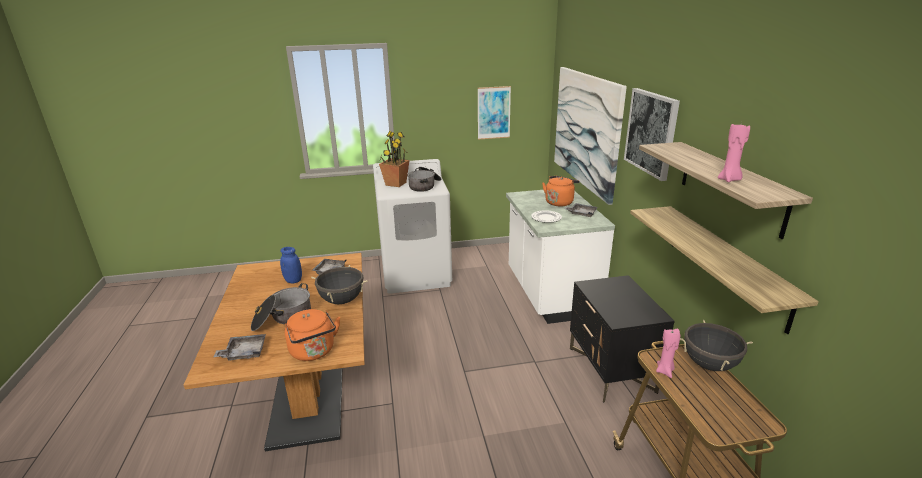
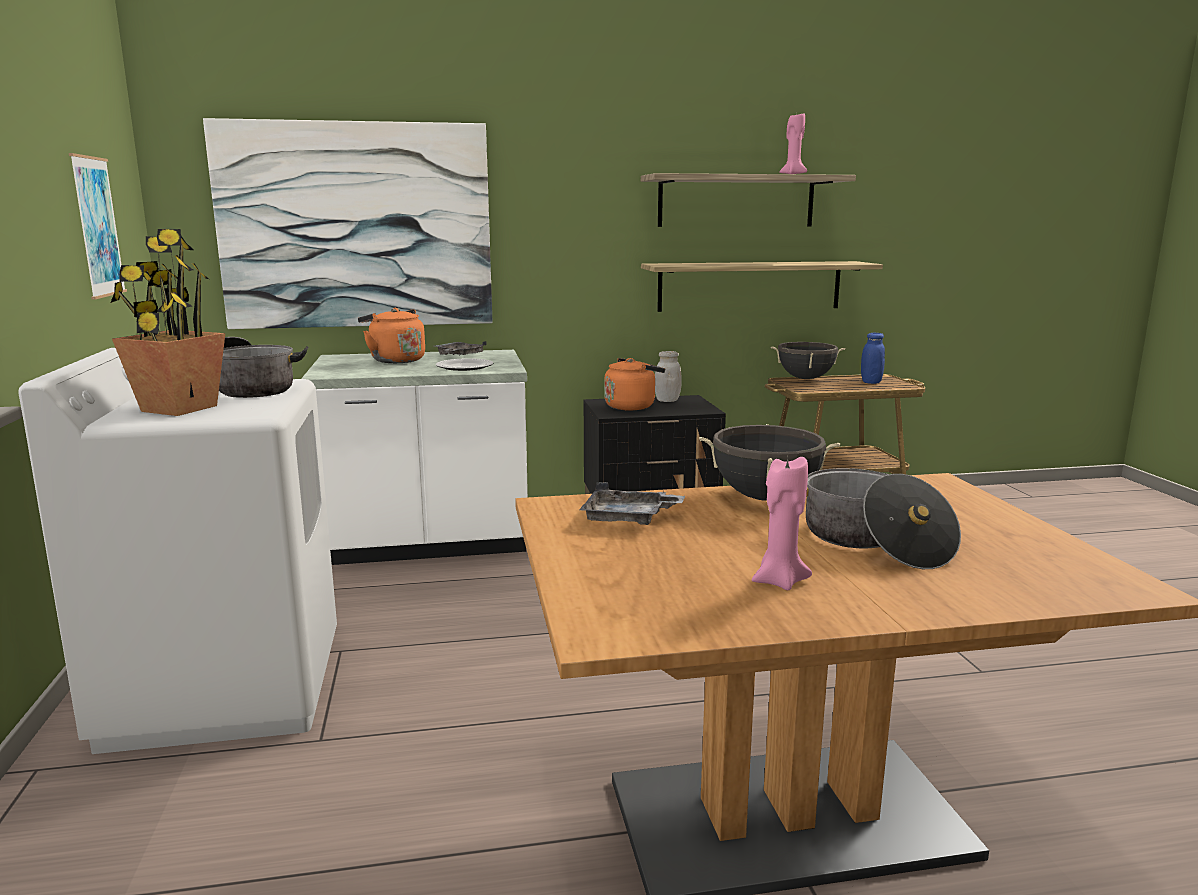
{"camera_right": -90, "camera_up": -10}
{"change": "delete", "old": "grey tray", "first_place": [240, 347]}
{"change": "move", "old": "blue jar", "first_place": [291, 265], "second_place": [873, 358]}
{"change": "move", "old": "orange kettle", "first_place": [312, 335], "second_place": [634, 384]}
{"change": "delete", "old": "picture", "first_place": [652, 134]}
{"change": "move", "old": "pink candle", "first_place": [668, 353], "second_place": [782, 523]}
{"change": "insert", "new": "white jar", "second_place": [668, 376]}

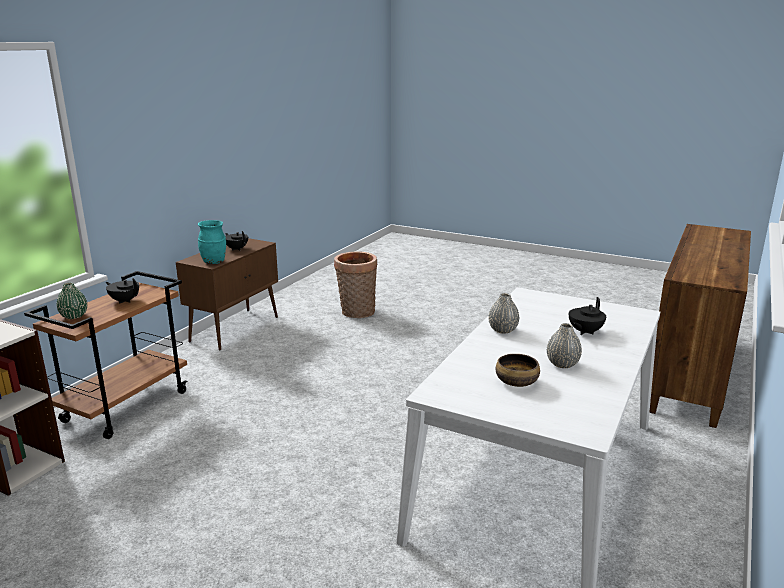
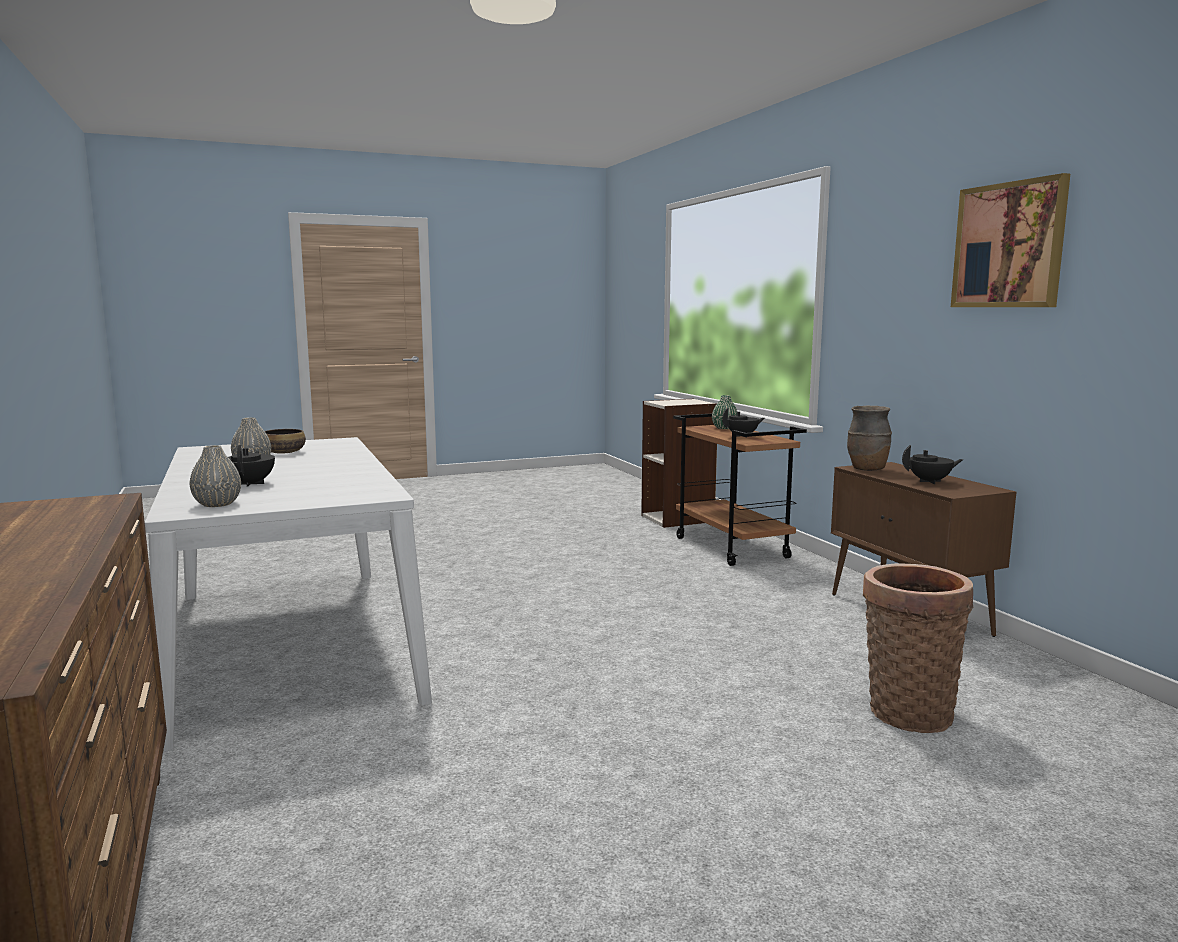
{"camera_right": 130, "camera_up": -10}
{"change": "recolor", "old": "turquoise vase", "new": "brown vase", "first_place": [212, 242], "second_place": [869, 438]}
{"change": "move", "old": "grey vase", "first_place": [503, 313], "second_place": [215, 476]}
{"change": "insert", "new": "picture", "second_place": [1010, 240]}

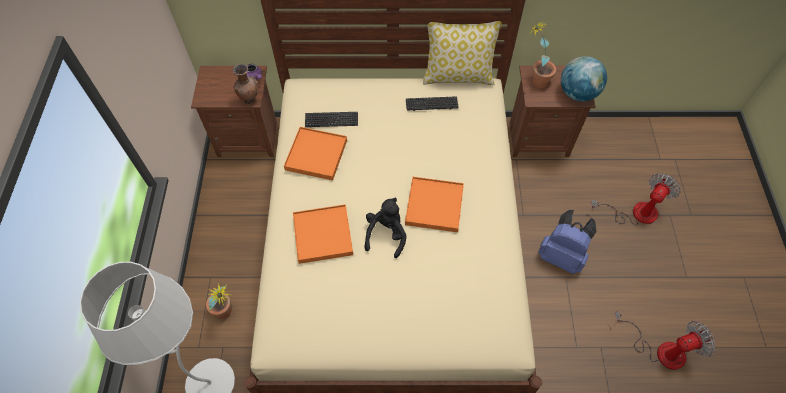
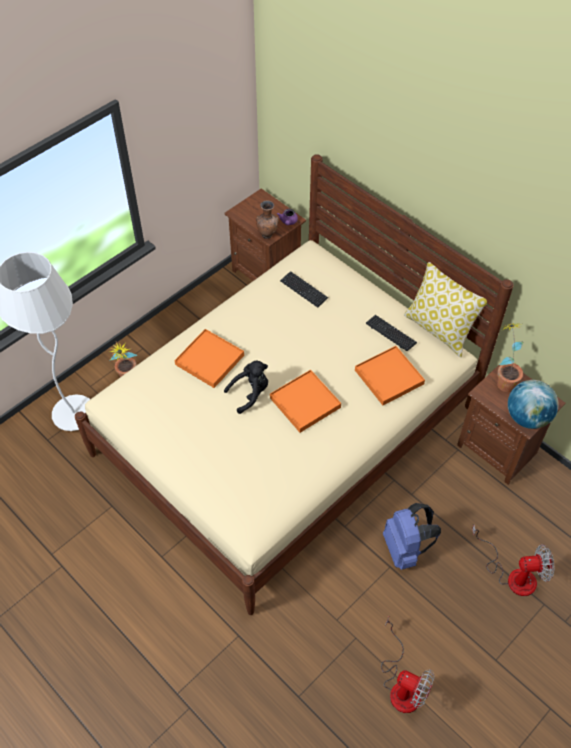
{"camera_right": 45, "camera_up": -5}
{"change": "move", "old": "orange tray", "first_place": [315, 153], "second_place": [390, 375]}

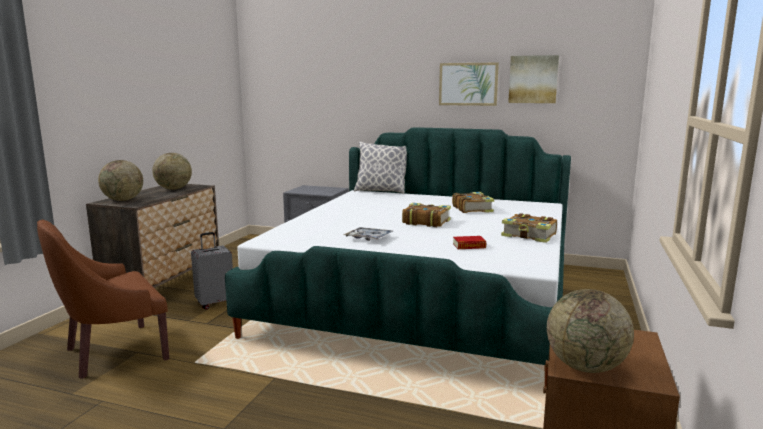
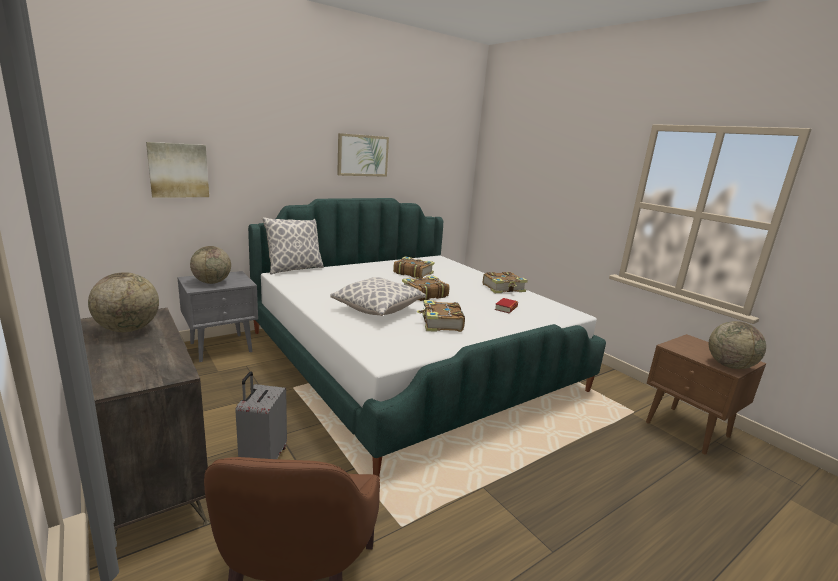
{"camera_right": -55, "camera_up": 5}
{"change": "move", "old": "globe", "first_place": [120, 180], "second_place": [210, 265]}
{"change": "replace", "old": "tray", "new": "book", "first_place": [368, 234], "second_place": [441, 316]}
{"change": "move", "old": "picture", "first_place": [533, 79], "second_place": [177, 170]}
{"change": "insert", "new": "pillow", "second_place": [378, 296]}

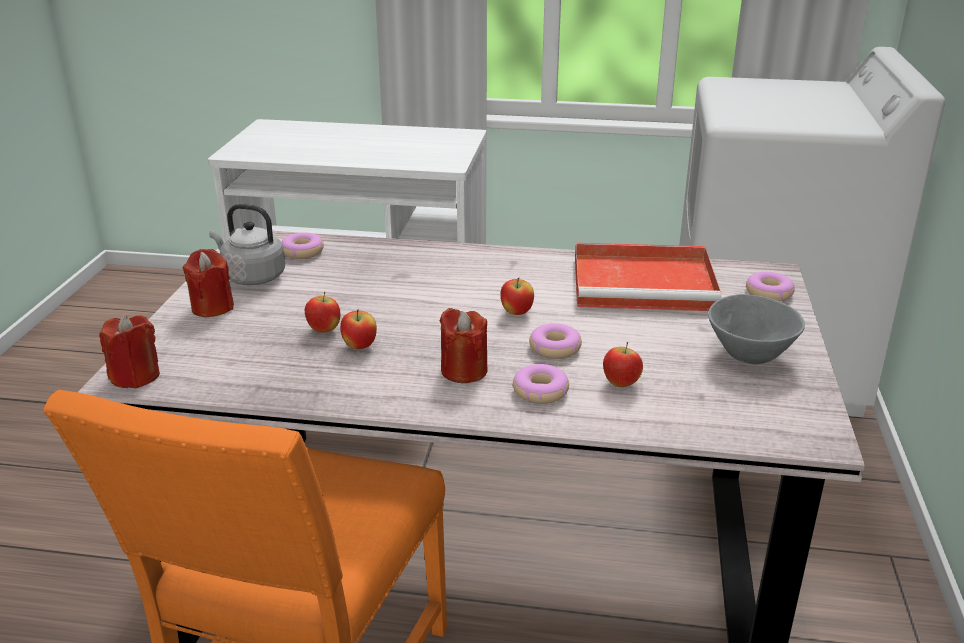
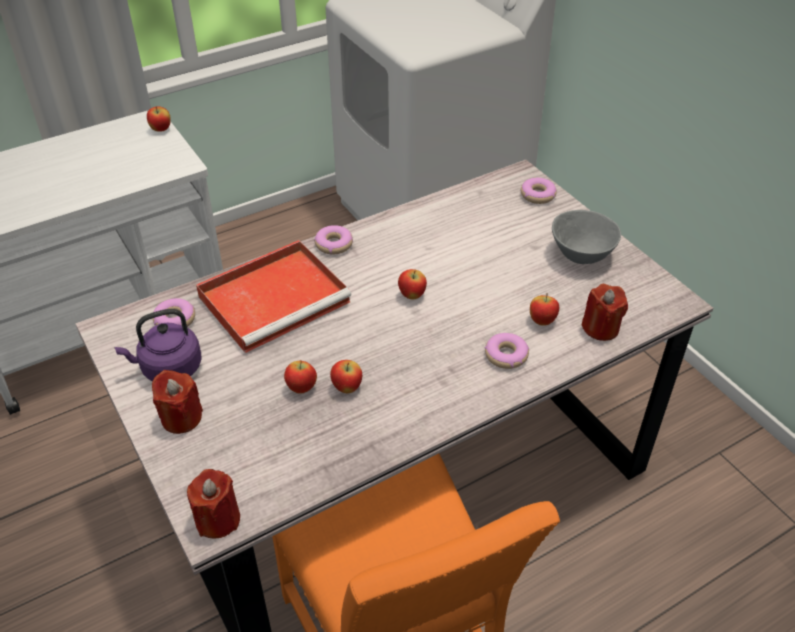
{"camera_right": -40, "camera_up": 15}
{"change": "recolor", "old": "grey kettle", "new": "purple kettle", "first_place": [247, 244], "second_place": [158, 345]}
{"change": "move", "old": "red candle", "first_place": [464, 345], "second_place": [604, 312]}
{"change": "move", "old": "donut", "first_place": [555, 341], "second_place": [333, 239]}
{"change": "move", "old": "red tray", "first_place": [648, 277], "second_place": [274, 296]}
{"change": "insert", "new": "apple", "second_place": [159, 119]}

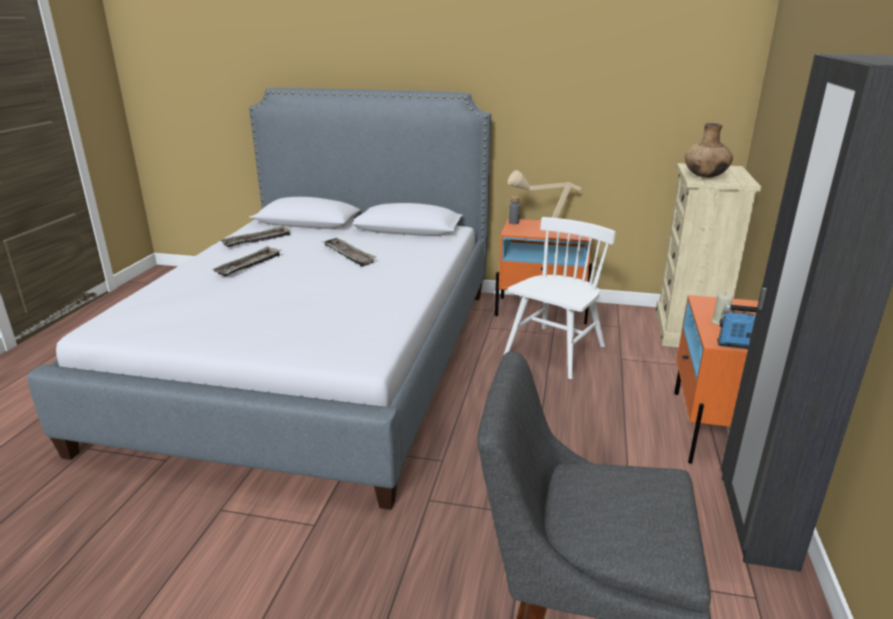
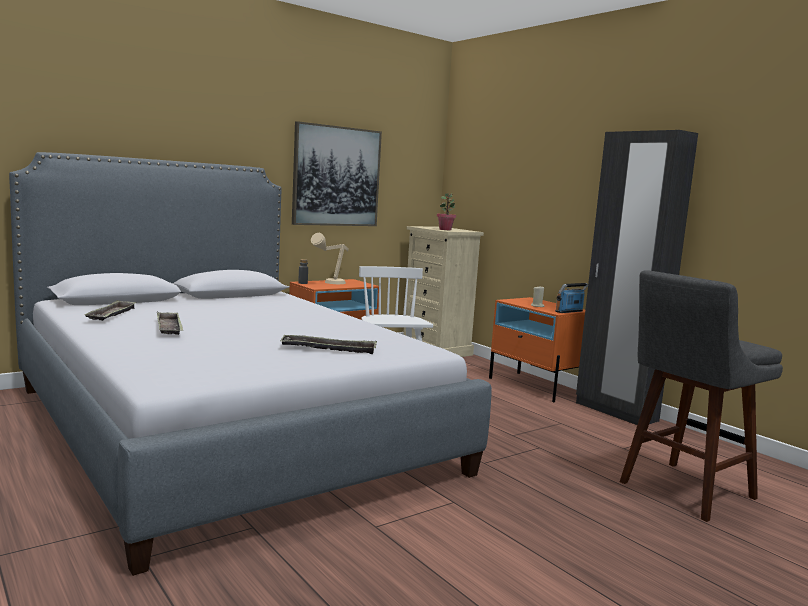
{"camera_right": -50, "camera_up": -15}
{"change": "move", "old": "tray", "first_place": [349, 252], "second_place": [328, 344]}
{"change": "replace", "old": "brown vase", "new": "potted plant", "first_place": [709, 150], "second_place": [446, 211]}
{"change": "insert", "new": "picture", "second_place": [337, 173]}

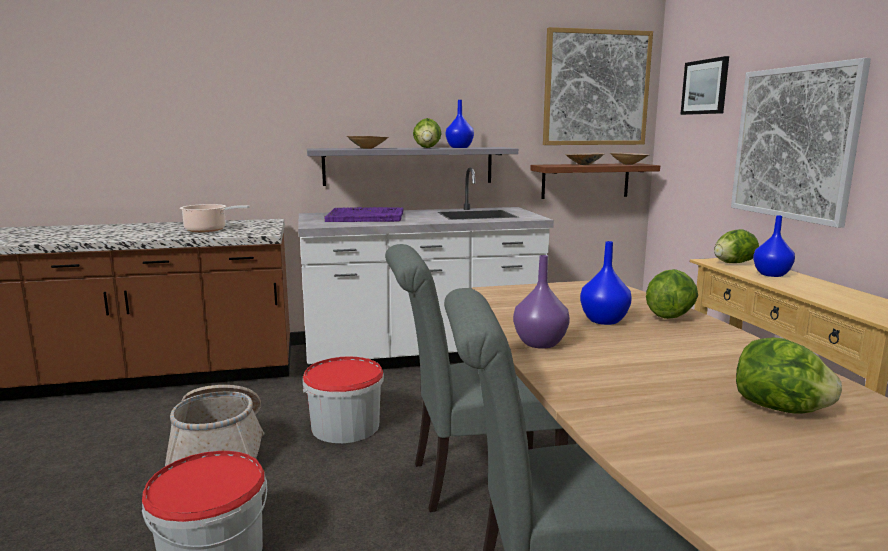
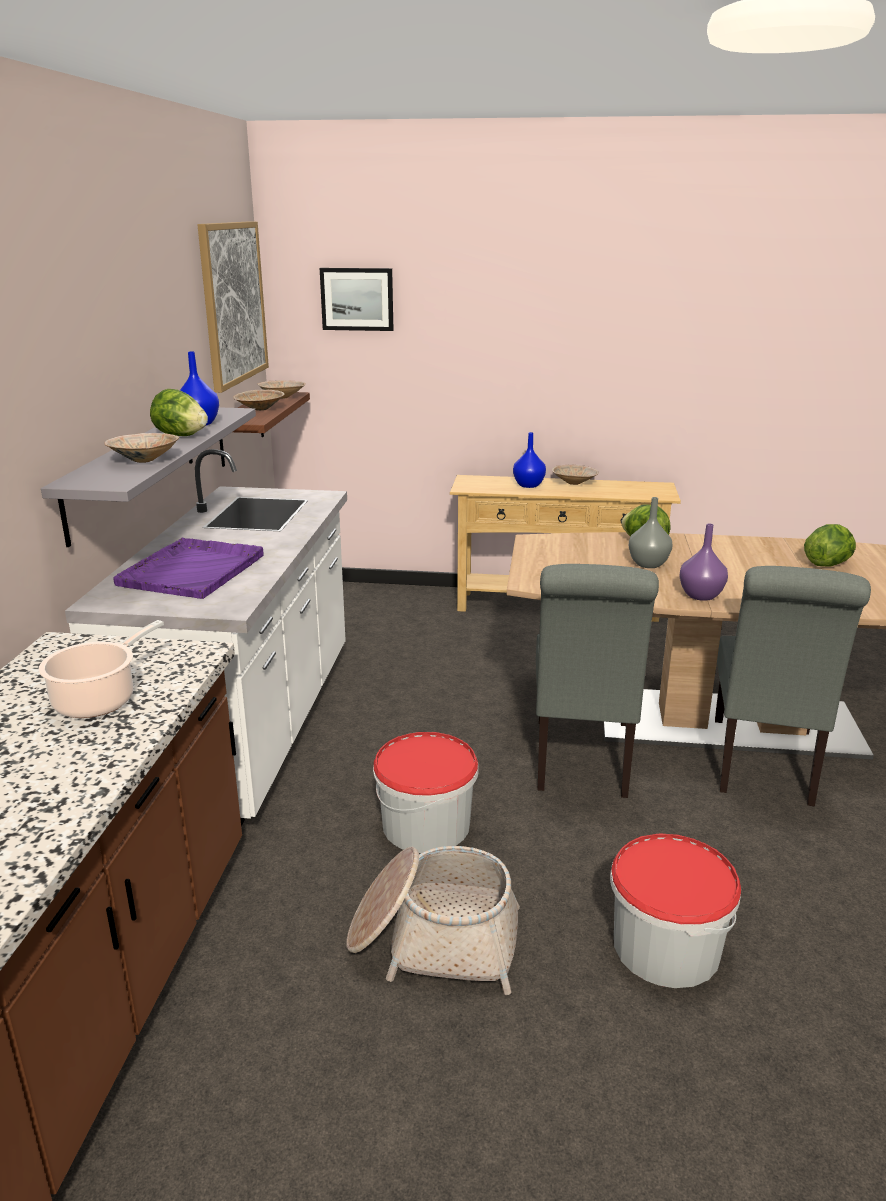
{"camera_right": -70, "camera_up": 10}
{"change": "recolor", "old": "blue vase", "new": "grey vase", "first_place": [606, 283], "second_place": [651, 532]}
{"change": "delete", "old": "lettuce", "first_place": [736, 246]}
{"change": "delete", "old": "picture", "first_place": [801, 143]}
{"change": "insert", "new": "beige bowl", "second_place": [575, 475]}

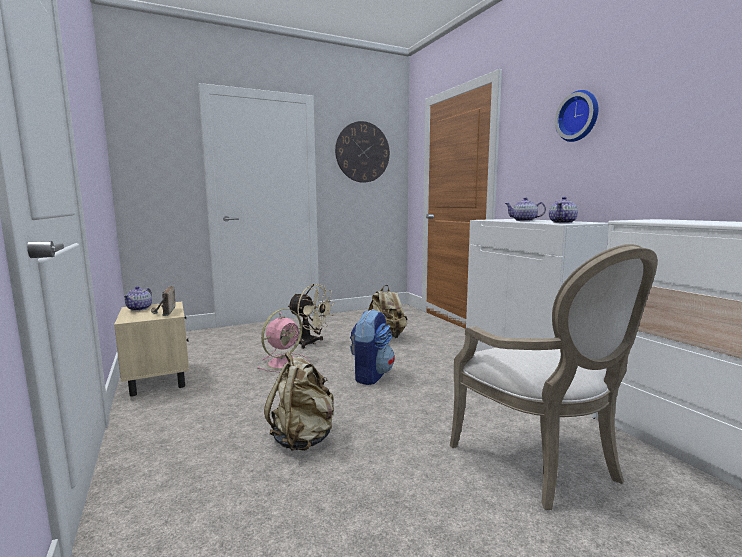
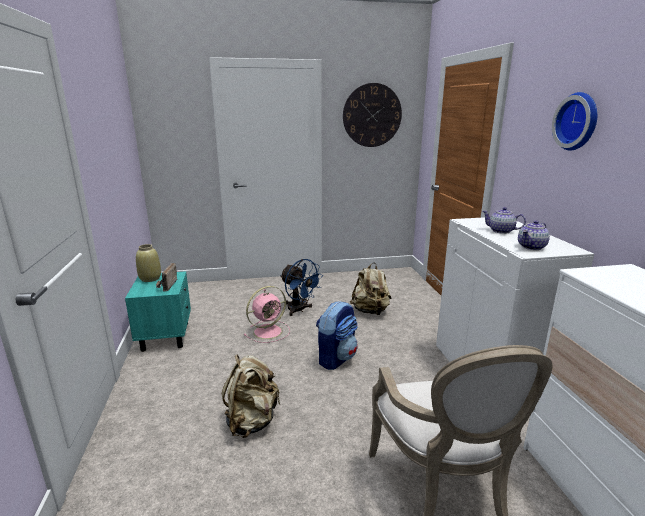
{"camera_right": 15, "camera_up": 10}
{"change": "recolor", "old": "beige nightstand", "new": "turquoise nightstand", "first_place": [151, 349], "second_place": [158, 311]}
{"change": "replace", "old": "teapot", "new": "beige vase", "first_place": [137, 298], "second_place": [148, 263]}
{"change": "recolor", "old": "beige fan", "new": "blue fan", "first_place": [311, 316], "second_place": [301, 287]}

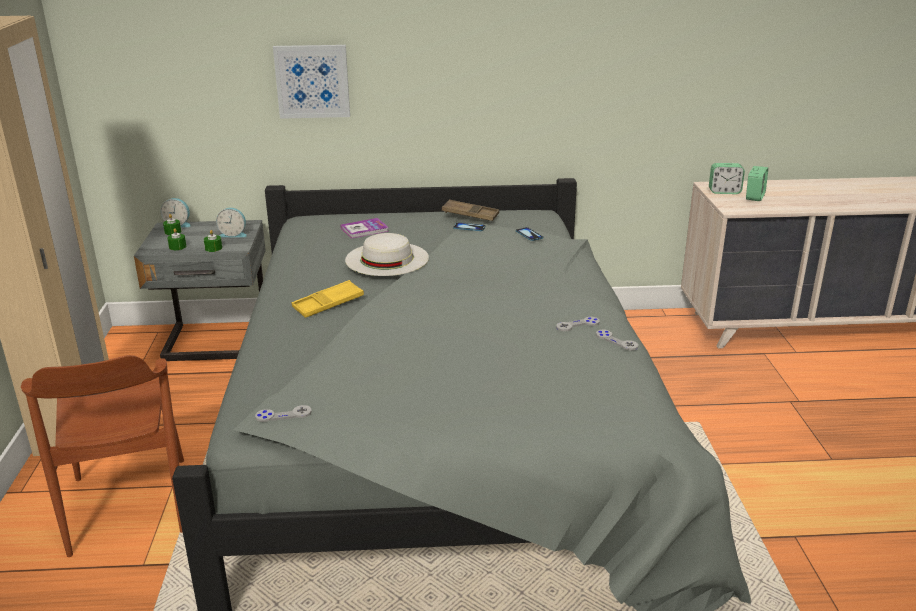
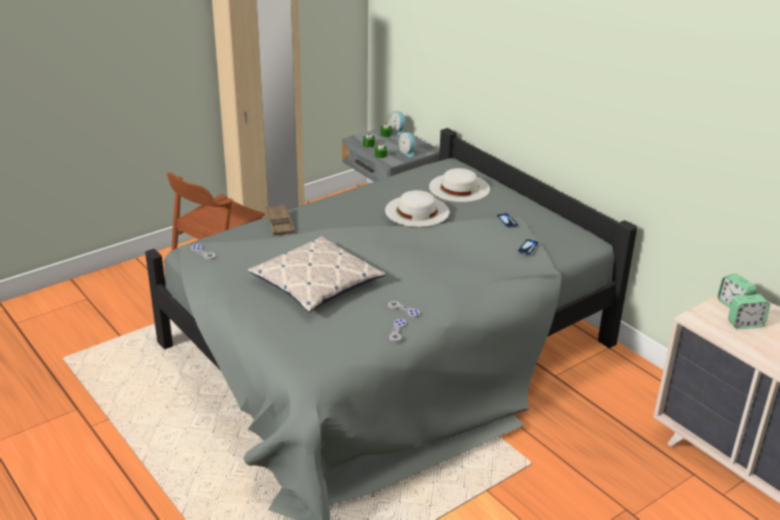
{"camera_right": 55, "camera_up": 5}
{"change": "delete", "old": "picture", "first_place": [311, 82]}
{"change": "delete", "old": "yellow tray", "first_place": [328, 299]}
{"change": "replace", "old": "book", "new": "white hat", "first_place": [365, 228], "second_place": [459, 185]}
{"change": "move", "old": "brown tray", "first_place": [470, 210], "second_place": [280, 219]}
{"change": "insert", "new": "pillow", "second_place": [317, 274]}

